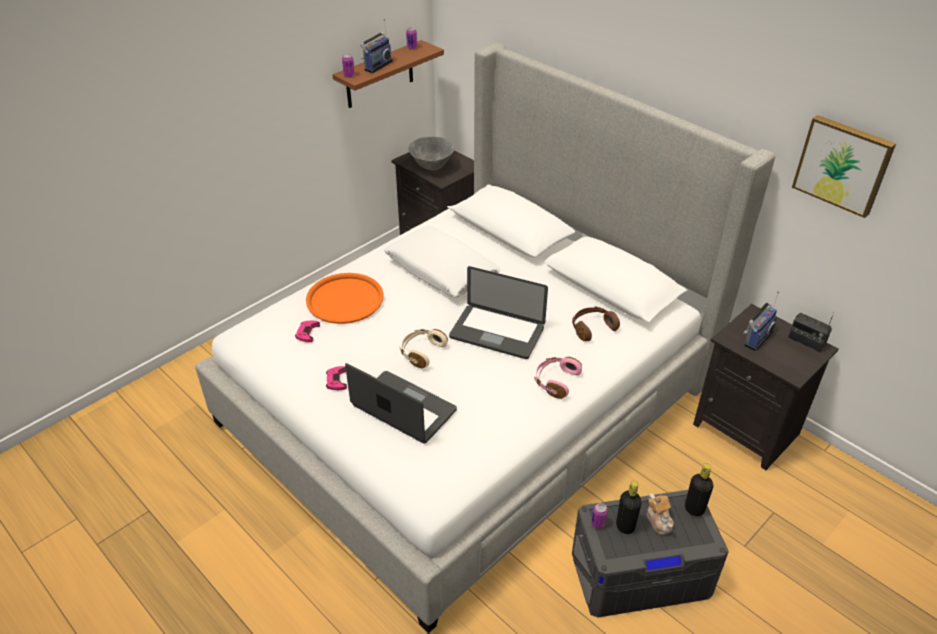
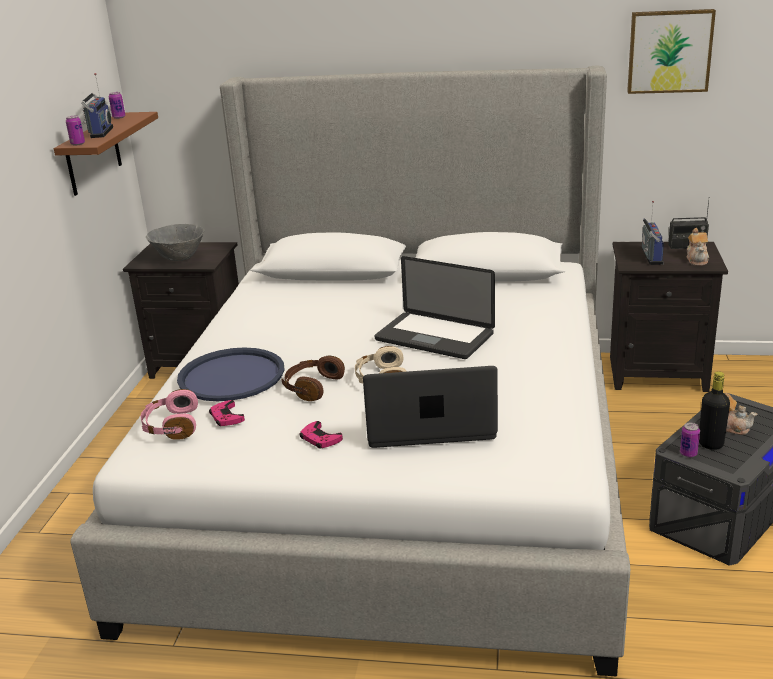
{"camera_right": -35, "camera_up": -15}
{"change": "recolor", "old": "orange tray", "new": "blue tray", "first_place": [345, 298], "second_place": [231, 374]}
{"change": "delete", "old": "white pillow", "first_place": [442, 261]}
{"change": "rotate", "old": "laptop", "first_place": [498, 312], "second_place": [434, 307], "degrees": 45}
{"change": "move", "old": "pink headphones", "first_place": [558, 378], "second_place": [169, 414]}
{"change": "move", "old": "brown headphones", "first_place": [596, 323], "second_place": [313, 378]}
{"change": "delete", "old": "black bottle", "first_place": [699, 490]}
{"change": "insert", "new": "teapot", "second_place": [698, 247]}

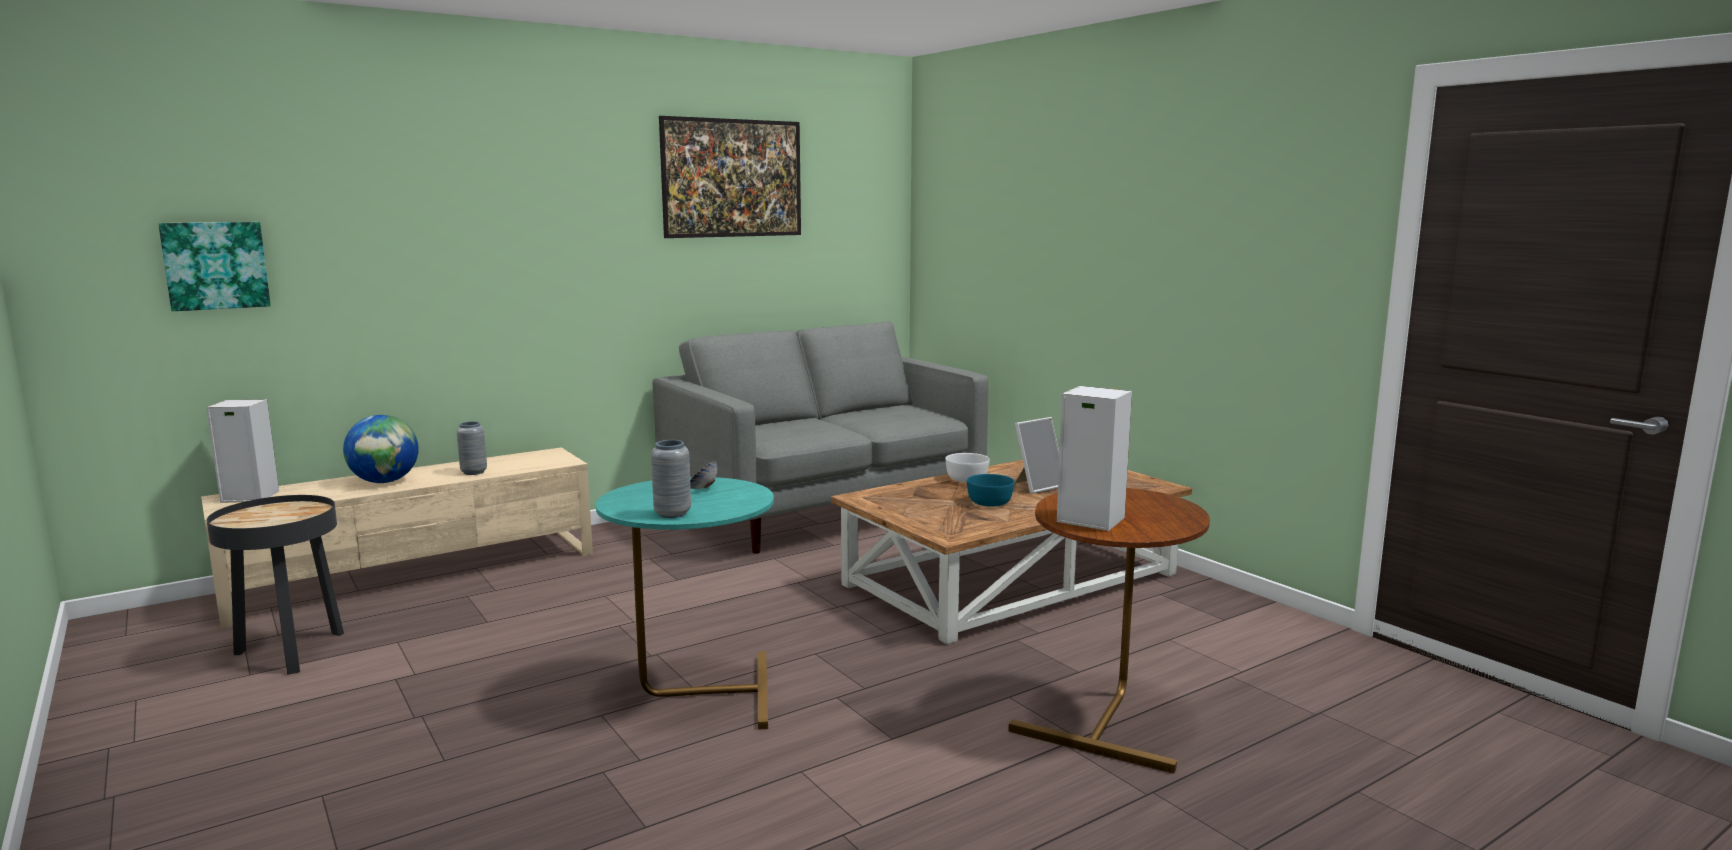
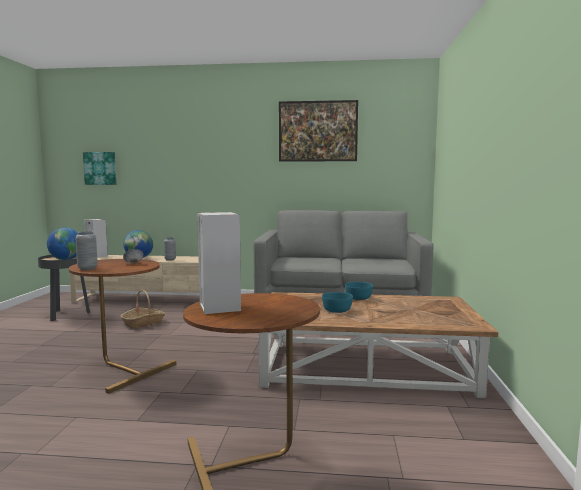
{"camera_right": 40, "camera_up": -5}
{"change": "recolor", "old": "turquoise side table", "new": "brown side table", "first_place": [685, 603], "second_place": [122, 326]}
{"change": "recolor", "old": "white bowl", "new": "turquoise bowl", "first_place": [967, 467], "second_place": [359, 291]}
{"change": "delete", "old": "picture frame", "first_place": [1037, 455]}
{"change": "insert", "new": "globe", "second_place": [62, 244]}
{"change": "insert", "new": "basket", "second_place": [143, 309]}

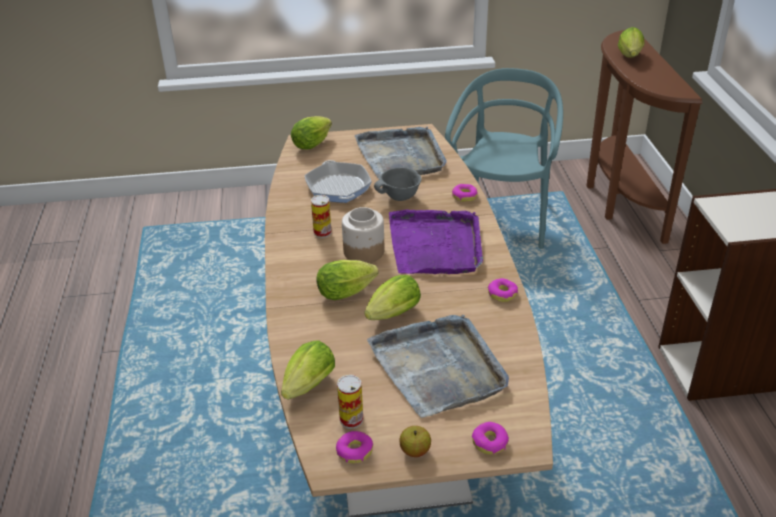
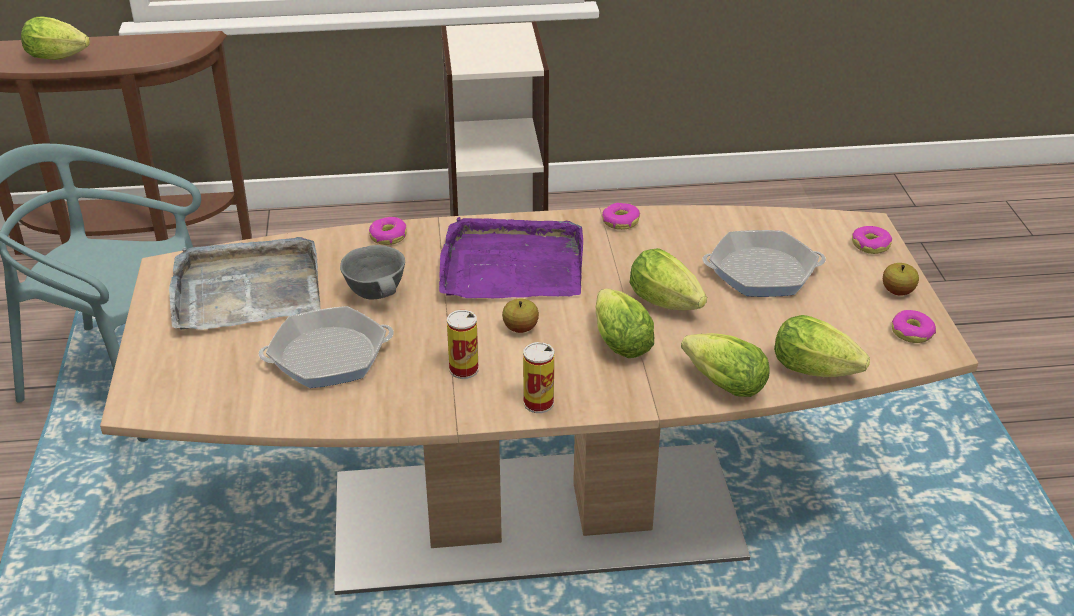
{"camera_right": -90, "camera_up": 0}
{"change": "move", "old": "lettuce", "first_place": [311, 133], "second_place": [725, 365]}
{"change": "move", "old": "can", "first_place": [350, 402], "second_place": [538, 377]}
{"change": "replace", "old": "jar", "new": "apple", "first_place": [363, 235], "second_place": [520, 316]}
{"change": "replace", "old": "grey tray", "new": "frying pan", "first_place": [438, 366], "second_place": [764, 263]}

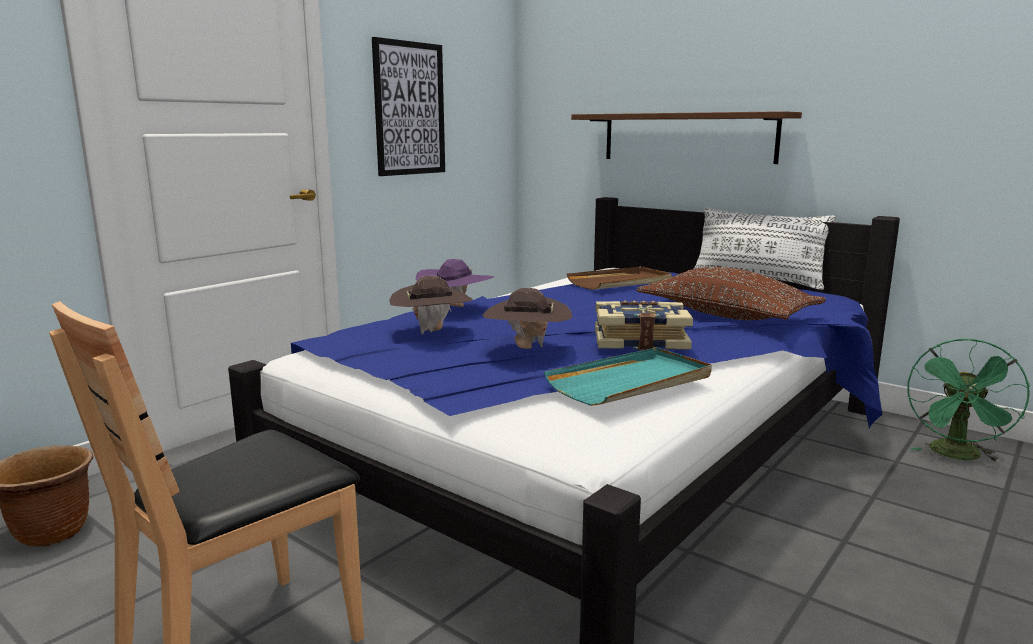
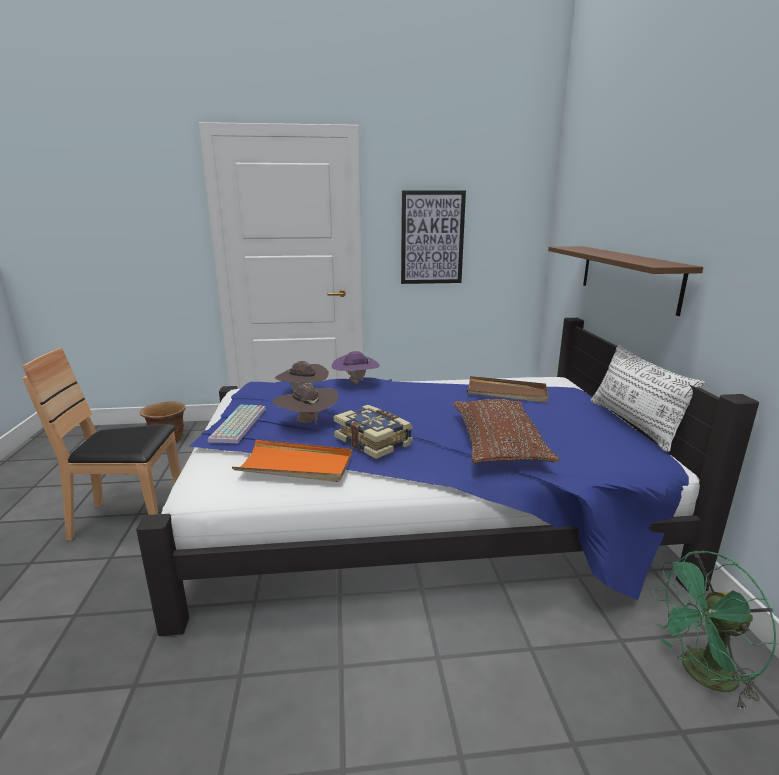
{"camera_right": 45, "camera_up": 5}
{"change": "recolor", "old": "turquoise tray", "new": "orange tray", "first_place": [628, 376], "second_place": [292, 461]}
{"change": "insert", "new": "keyboard", "second_place": [237, 424]}

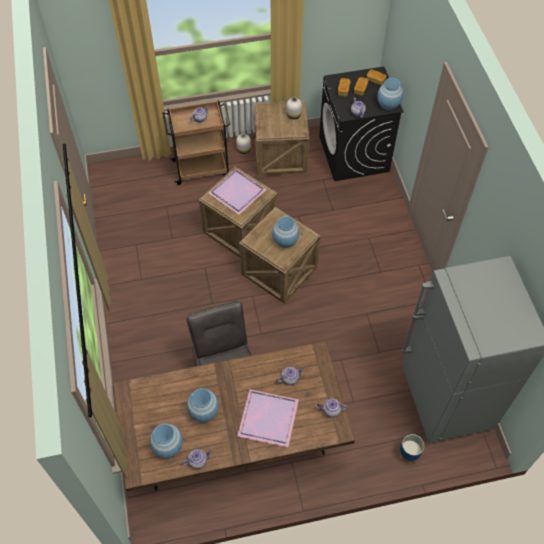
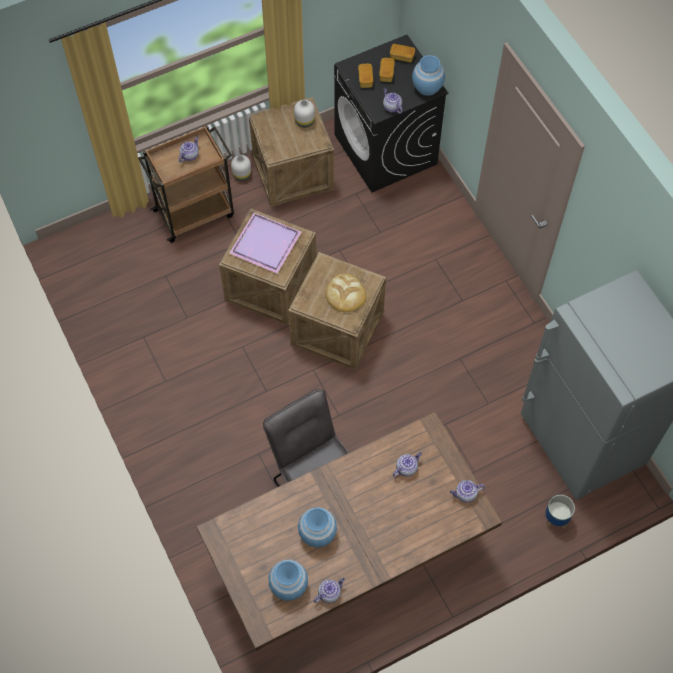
{"camera_right": -15, "camera_up": 5}
{"change": "delete", "old": "purple tray", "first_place": [268, 418]}
{"change": "replace", "old": "blue vase", "new": "bread", "first_place": [285, 232], "second_place": [345, 292]}

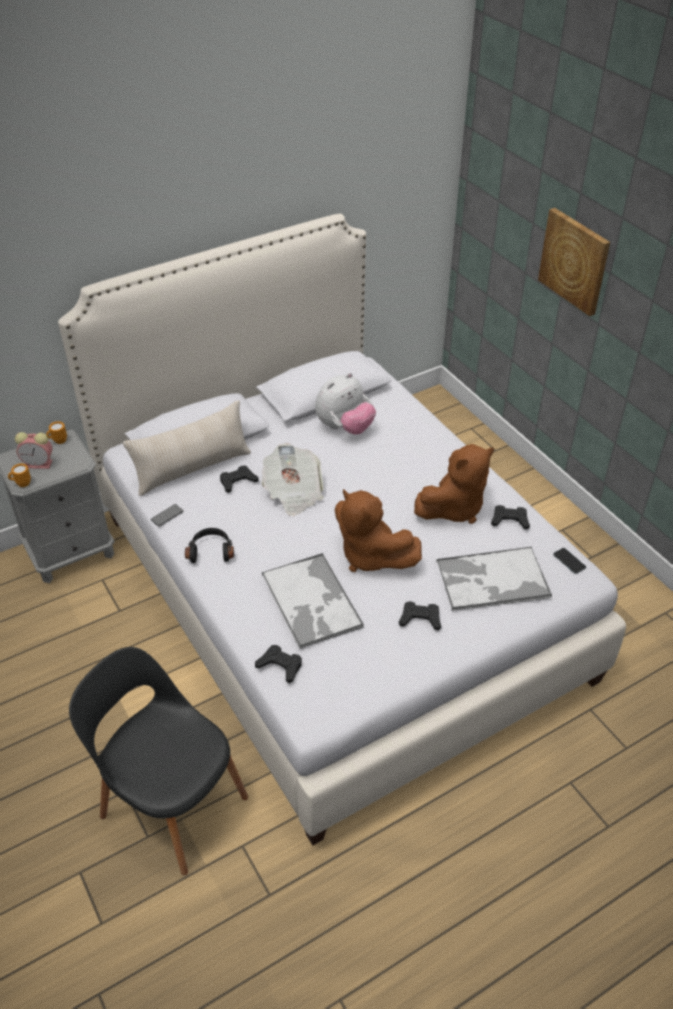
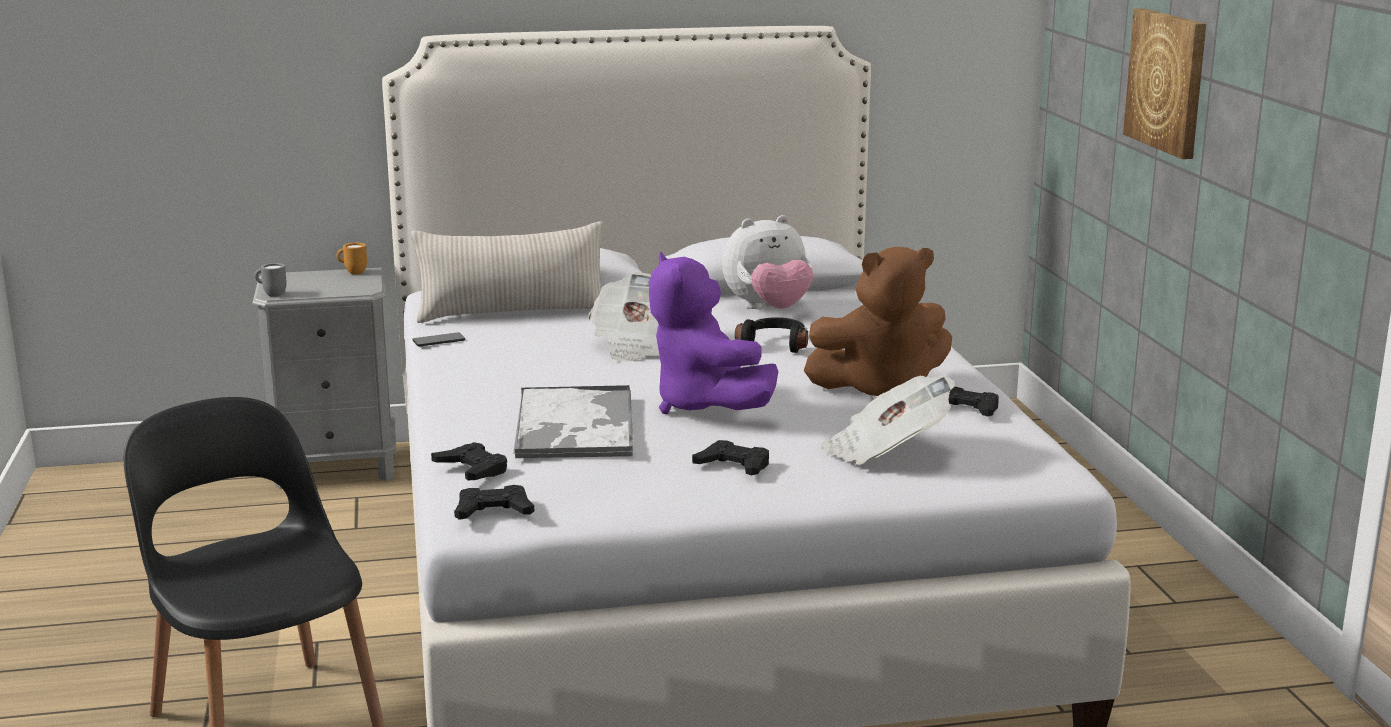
{"camera_right": 20, "camera_up": -25}
{"change": "recolor", "old": "orange mug", "new": "grey mug", "first_place": [19, 475], "second_place": [271, 280]}
{"change": "delete", "old": "alarm clock", "first_place": [33, 450]}
{"change": "move", "old": "black headphones", "first_place": [209, 545], "second_place": [771, 335]}
{"change": "move", "old": "black game controller", "first_place": [239, 479], "second_place": [494, 502]}
{"change": "recolor", "old": "brown plush toy", "new": "purple plush toy", "first_place": [378, 530], "second_place": [714, 333]}
{"change": "replace", "old": "tray", "new": "newspaper", "first_place": [494, 579], "second_place": [888, 420]}
{"change": "delete", "old": "phone", "first_place": [569, 561]}

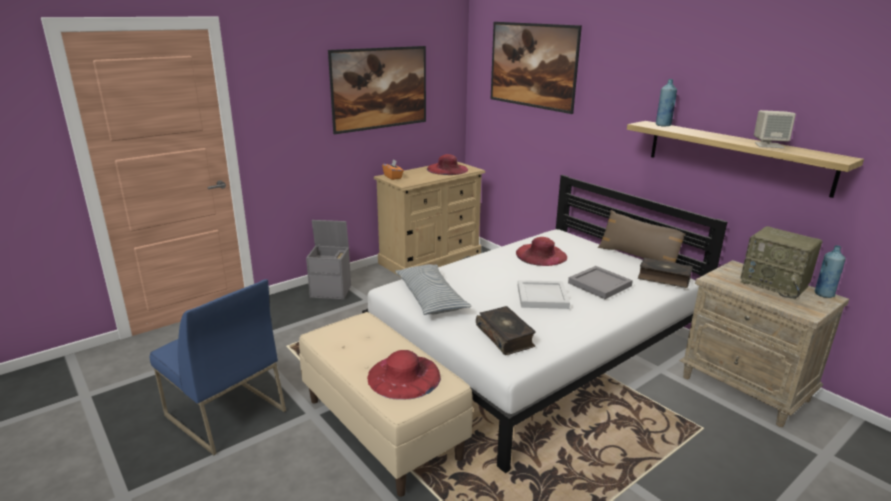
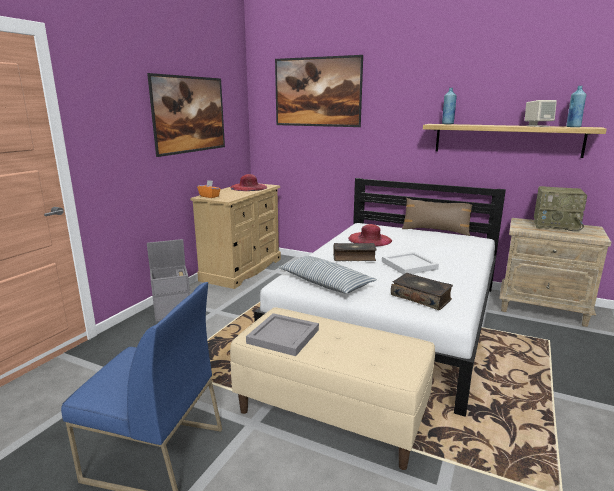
{"camera_right": -25, "camera_up": -5}
{"change": "delete", "old": "red hat", "first_place": [404, 375]}
{"change": "move", "old": "grey tray", "first_place": [600, 282], "second_place": [282, 334]}
{"change": "move", "old": "book", "first_place": [665, 273], "second_place": [355, 252]}
{"change": "move", "old": "blue bottle", "first_place": [830, 271], "second_place": [576, 106]}

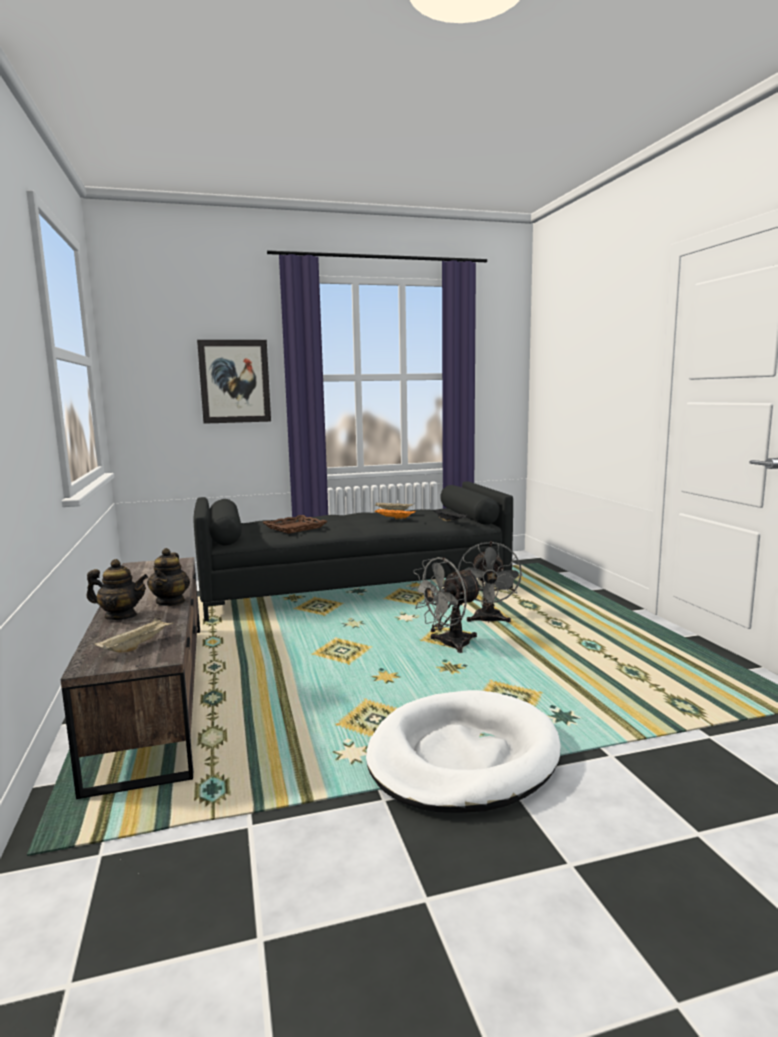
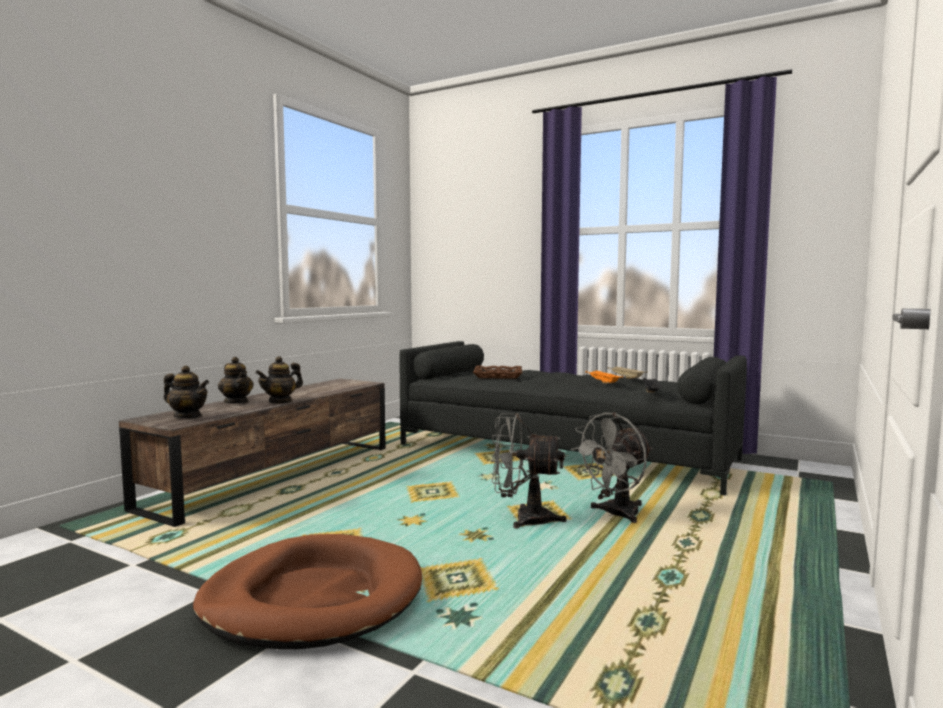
{"camera_right": 45, "camera_up": -5}
{"change": "replace", "old": "beige tray", "new": "teapot", "first_place": [134, 635], "second_place": [186, 392]}
{"change": "delete", "old": "picture", "first_place": [234, 382]}
{"change": "recolor", "old": "white dog bed", "new": "brown dog bed", "first_place": [463, 751], "second_place": [307, 592]}

